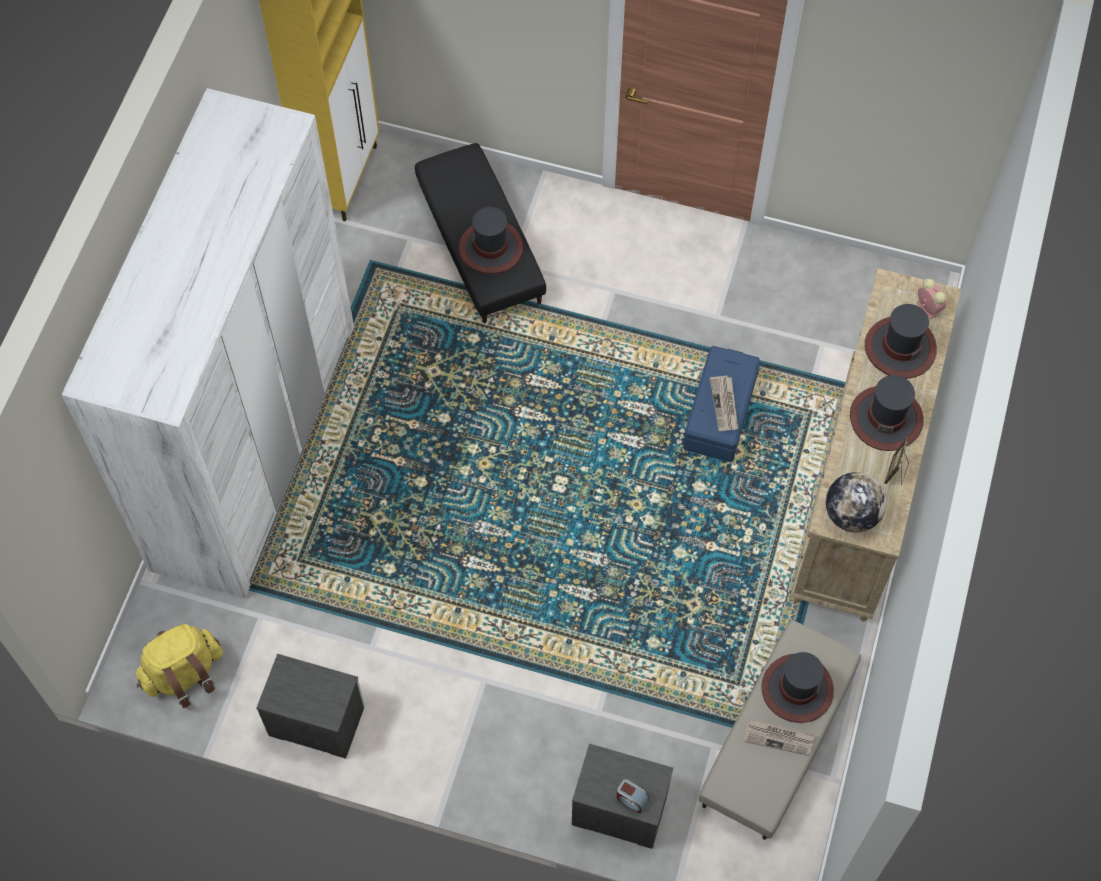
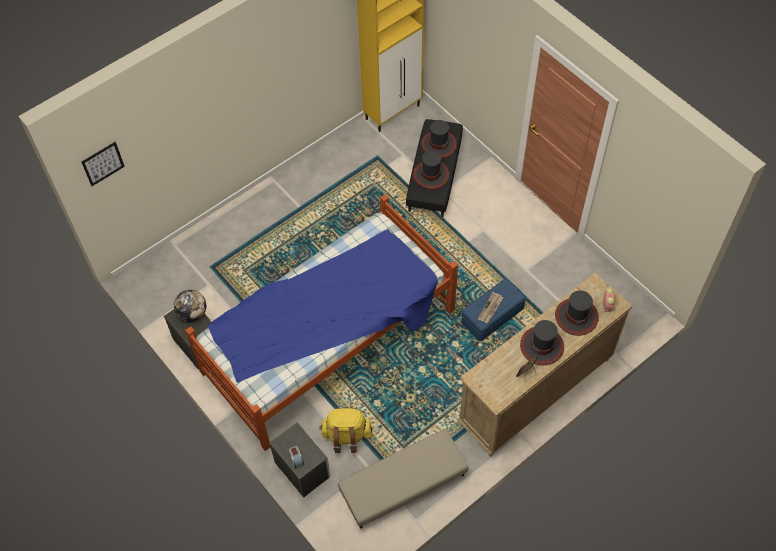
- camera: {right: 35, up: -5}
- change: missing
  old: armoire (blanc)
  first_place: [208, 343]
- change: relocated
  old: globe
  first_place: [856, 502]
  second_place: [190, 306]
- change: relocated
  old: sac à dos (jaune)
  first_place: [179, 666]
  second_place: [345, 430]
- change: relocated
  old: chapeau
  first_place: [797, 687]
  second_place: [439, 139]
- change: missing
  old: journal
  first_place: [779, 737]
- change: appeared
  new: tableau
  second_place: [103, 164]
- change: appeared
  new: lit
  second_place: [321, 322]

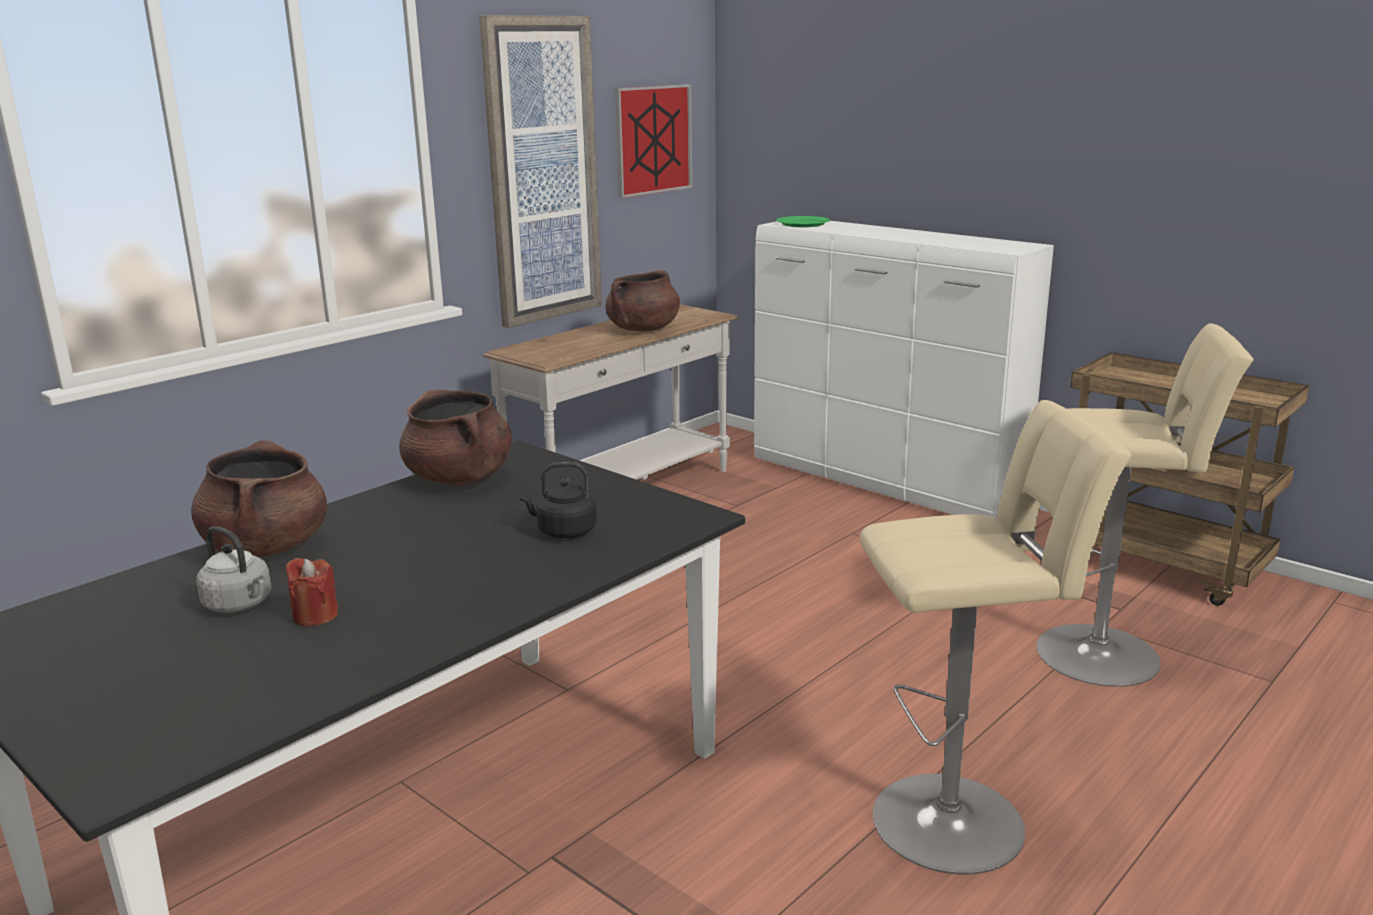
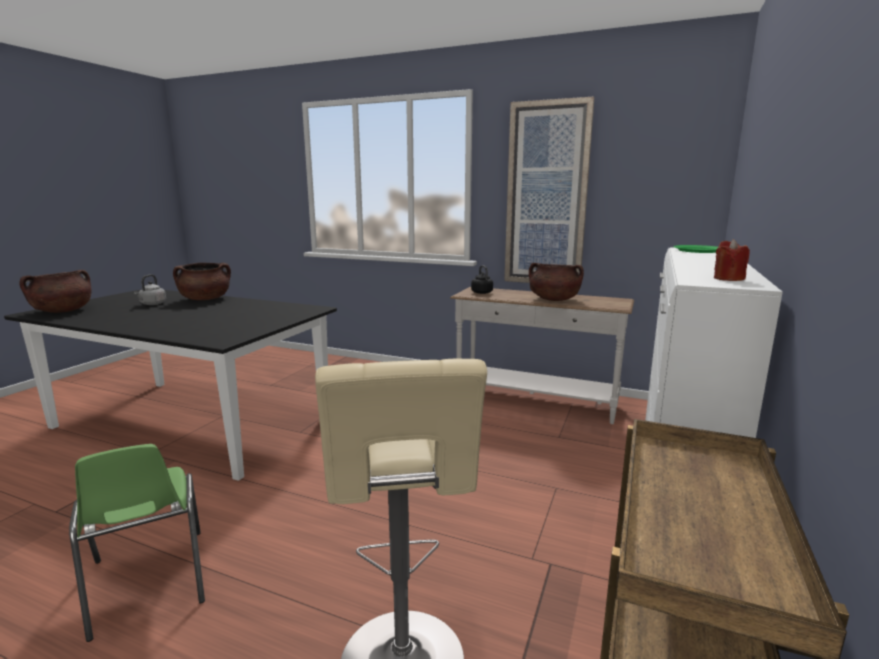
- camera: {right: 70, up: -5}
- change: missing
  old: tableau
  first_place: [653, 141]
- change: relocated
  old: marmite (marron)
  first_place: [455, 438]
  second_place: [55, 291]
- change: exchanged
  old: tabouret (beige)
  new: chaise (vert)
  first_place: [996, 637]
  second_place: [137, 543]
- change: relocated
  old: bouilloire (noir)
  first_place: [558, 500]
  second_place: [482, 279]
- change: relocated
  old: bougie (rouge)
  first_place: [311, 592]
  second_place: [732, 260]

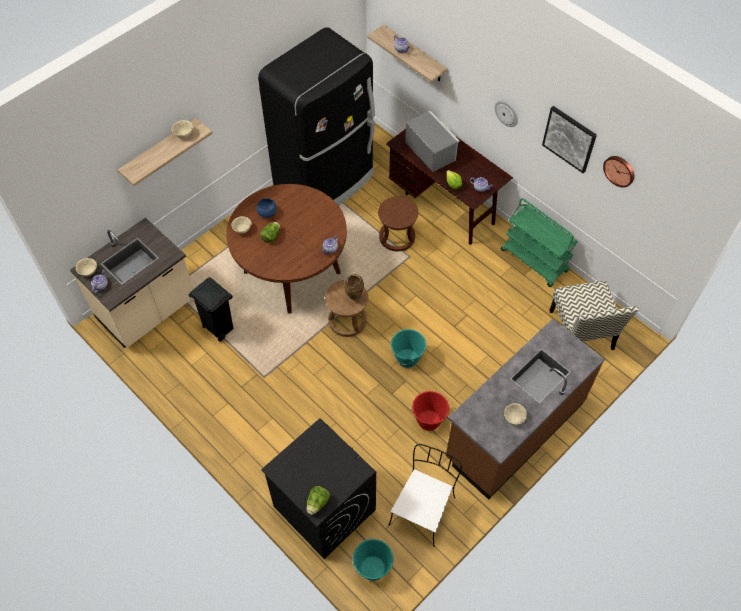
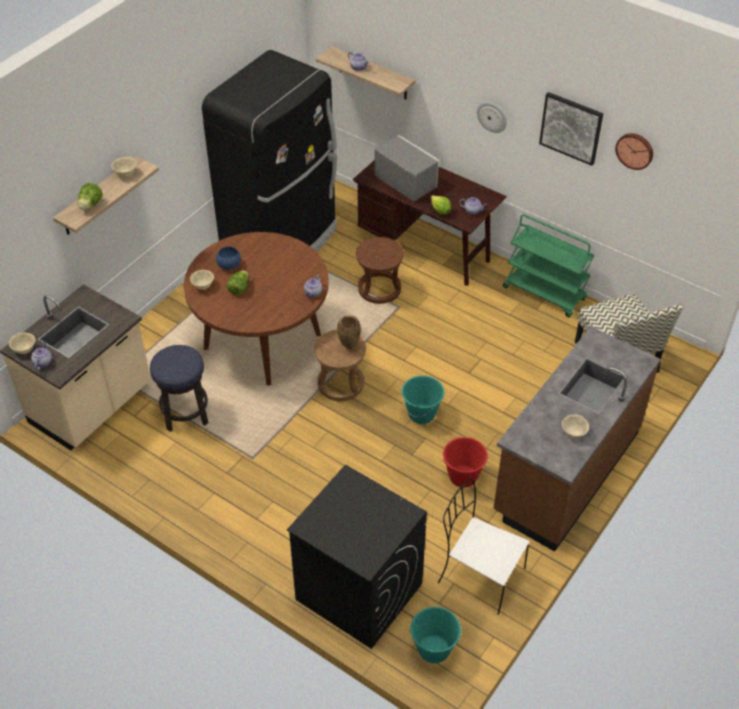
- camera: {right: -10, up: -10}
- change: exchanged
  old: poubelle (noir)
  new: tabouret
  first_place: [211, 309]
  second_place: [179, 388]
- change: spun
  old: chaise (blanc)
  first_place: [425, 495]
  second_place: [484, 547]
  degrees: -75
- change: relocated
  old: laitue
  first_place: [318, 500]
  second_place: [90, 196]

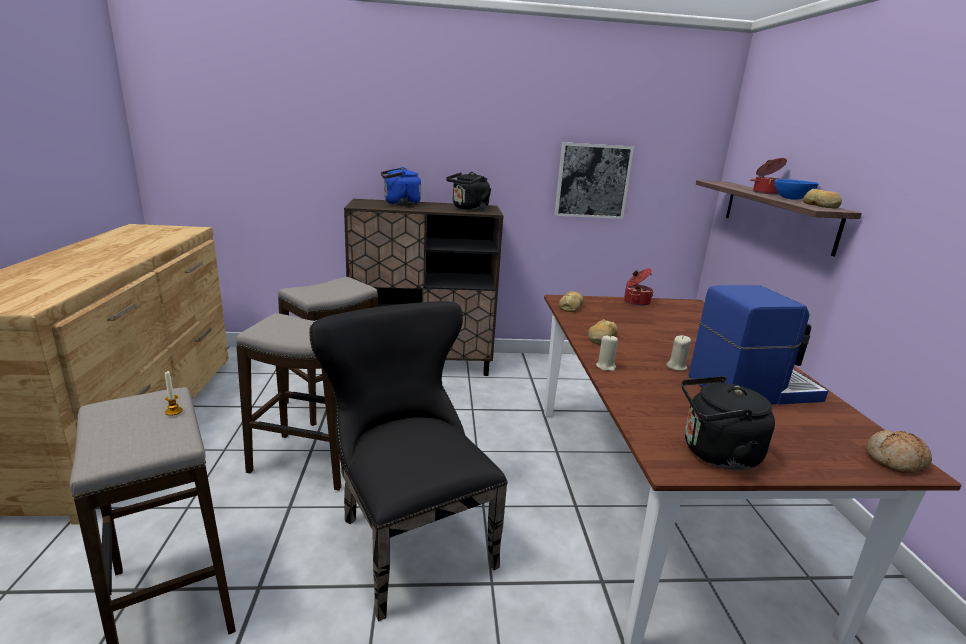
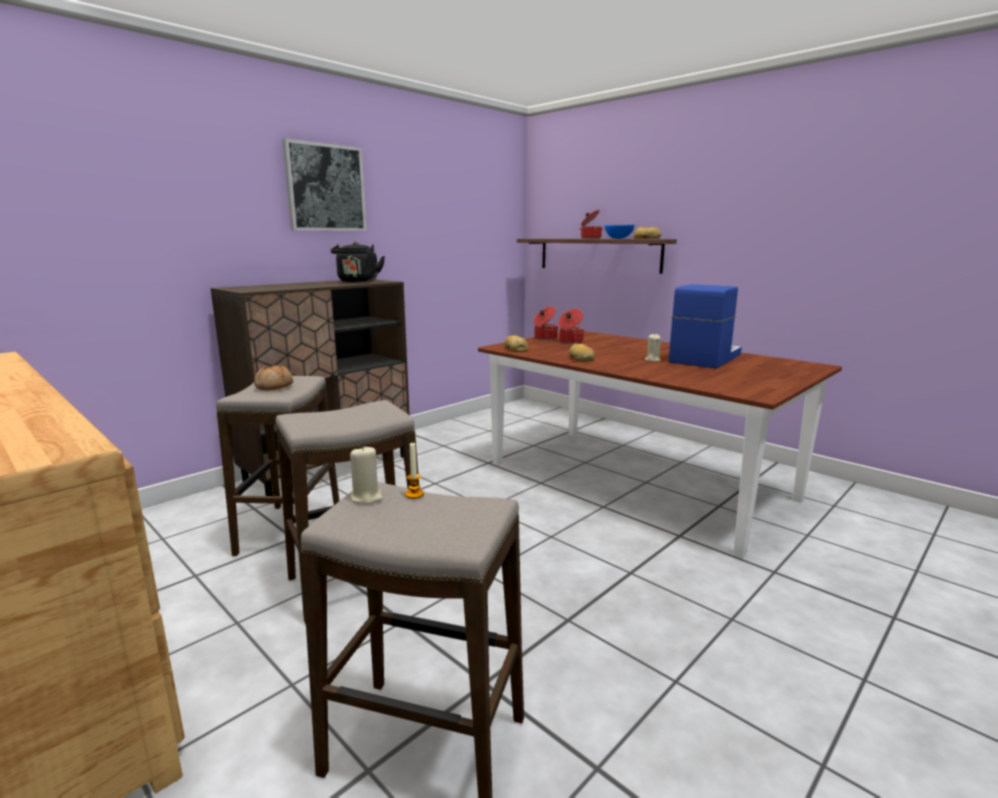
- camera: {right: -40, up: -5}
- change: relocated
  old: tableau
  first_place: [594, 180]
  second_place: [324, 184]
- change: missing
  old: bouilloire (bleu)
  first_place: [401, 186]
- change: missing
  old: chaise (noir)
  first_place: [408, 461]
- change: relocated
  old: bougie (beige)
  first_place: [607, 353]
  second_place: [366, 474]
- change: missing
  old: bouilloire (noir)
  first_place: [728, 423]
- change: relocated
  old: pain
  first_place: [899, 451]
  second_place: [273, 377]
- change: appeared
  new: marmite
  second_place: [571, 326]

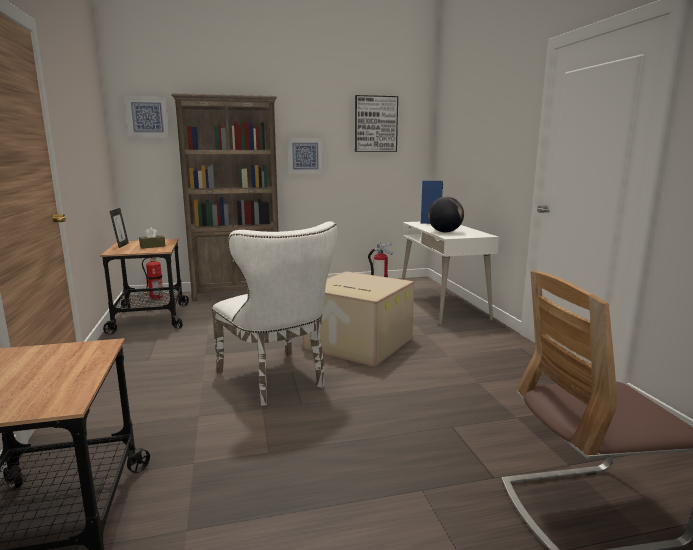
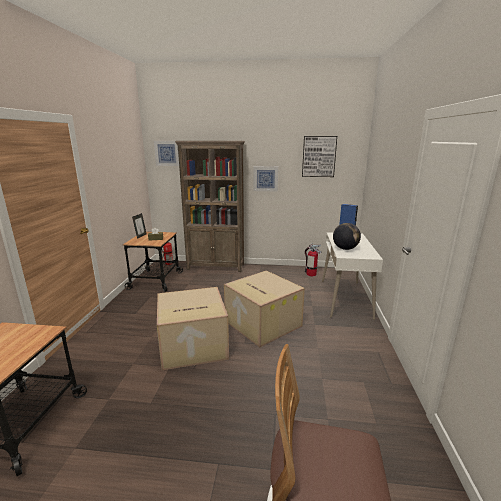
- camera: {right: 20, up: 5}
- change: exchanged
  old: chaise (blanc)
  new: carton
  first_place: [274, 313]
  second_place: [193, 328]

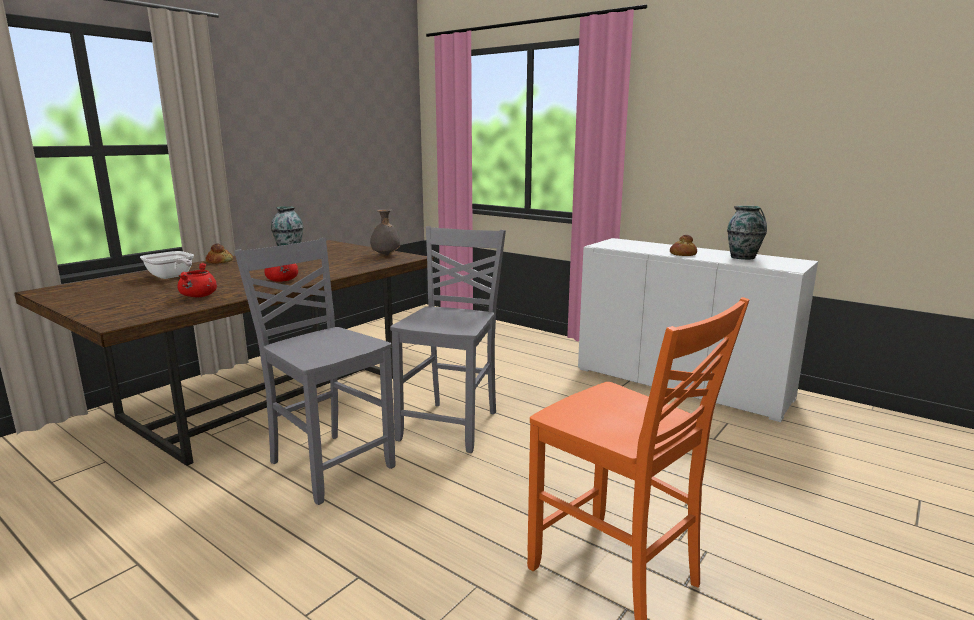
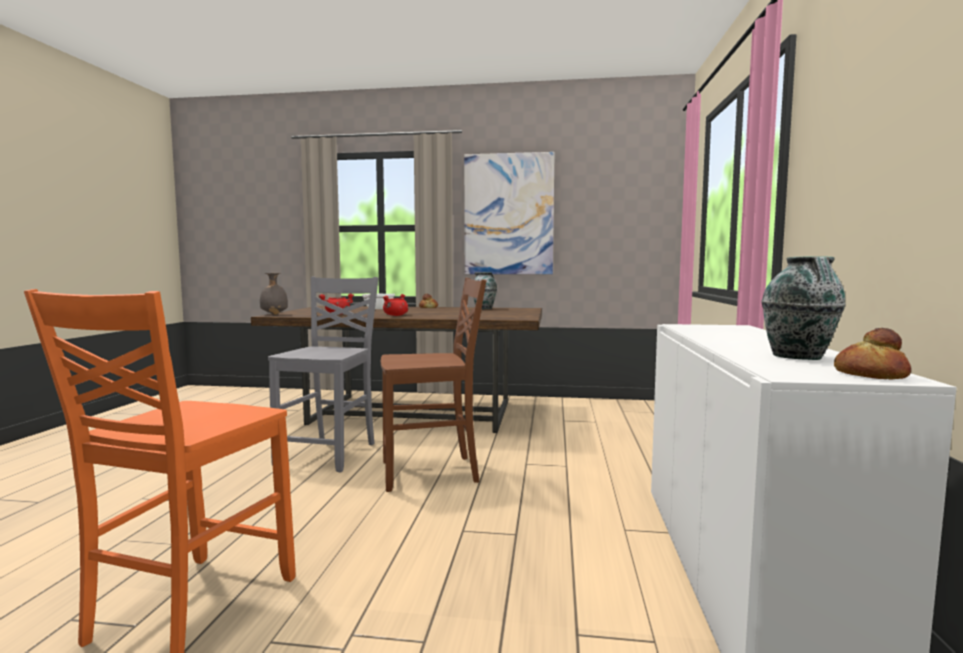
- camera: {right: 60, up: -10}
- change: relocated
  old: vase (gris)
  first_place: [385, 232]
  second_place: [274, 294]
- change: colour
  old: chaise (gris)
  new: chaise (marron)
  first_place: [448, 339]
  second_place: [433, 385]
- change: relocated
  old: pain
  first_place: [683, 245]
  second_place: [872, 353]
- change: appeared
  new: tableau
  second_place: [509, 213]

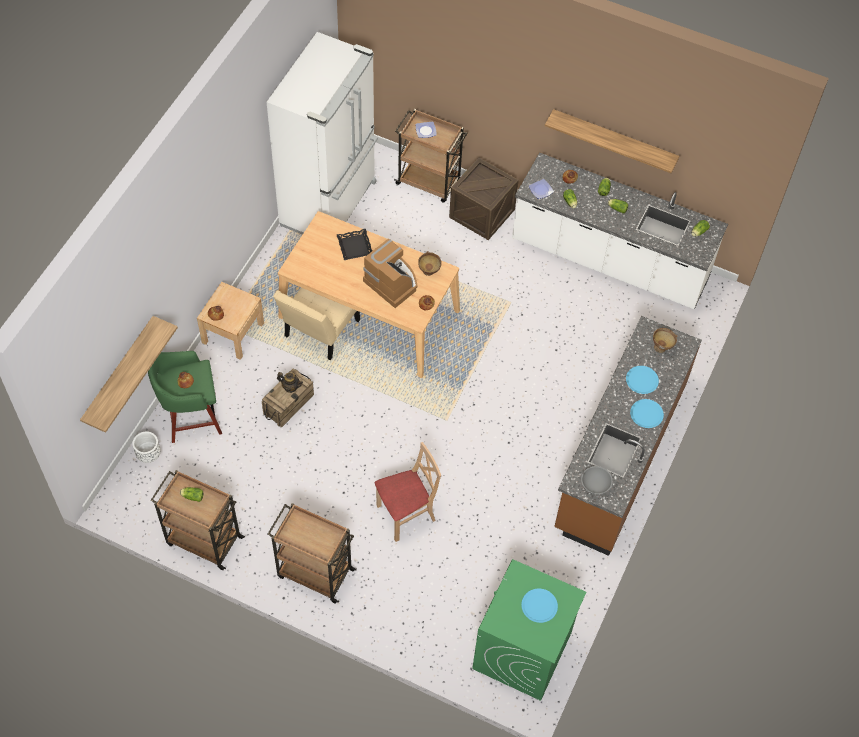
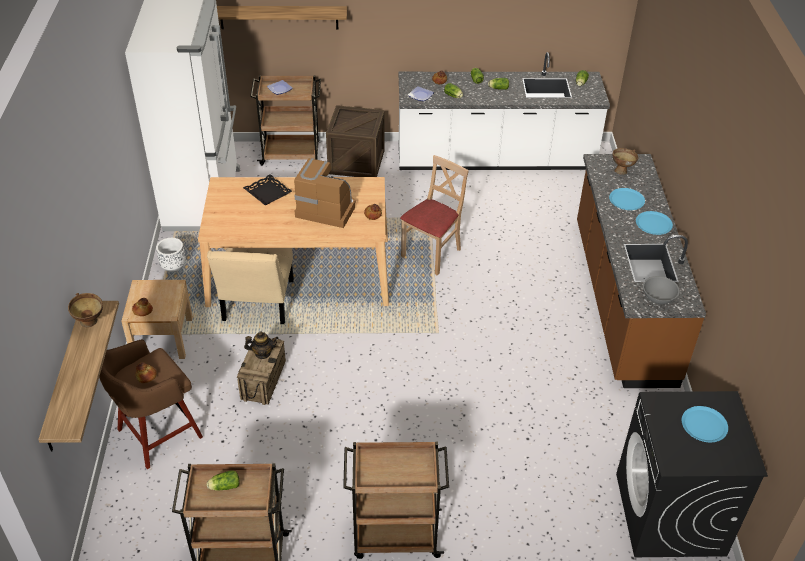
- camera: {right: -25, up: -15}
- change: relocated
  old: étagère
  first_place: [612, 141]
  second_place: [282, 17]
- change: relocated
  old: bol (marron)
  first_place: [430, 263]
  second_place: [85, 310]
- change: colour
  old: tabouret (vert)
  new: tabouret (marron)
  first_place: [185, 397]
  second_place: [151, 404]
- change: relocated
  old: cache-pot (blanc)
  first_place: [146, 447]
  second_place: [171, 255]
- change: relocated
  old: chaise (beige)
  first_place: [408, 492]
  second_place: [434, 215]
- change: colour
  old: lave-linge (vert)
  new: lave-linge (noir)
  first_place: [529, 630]
  second_place: [692, 474]

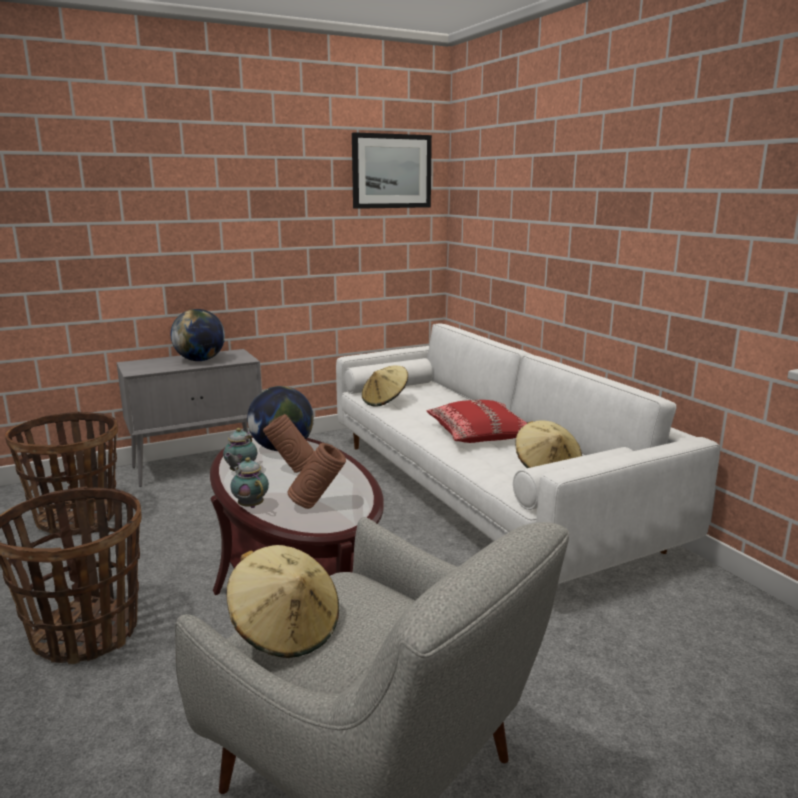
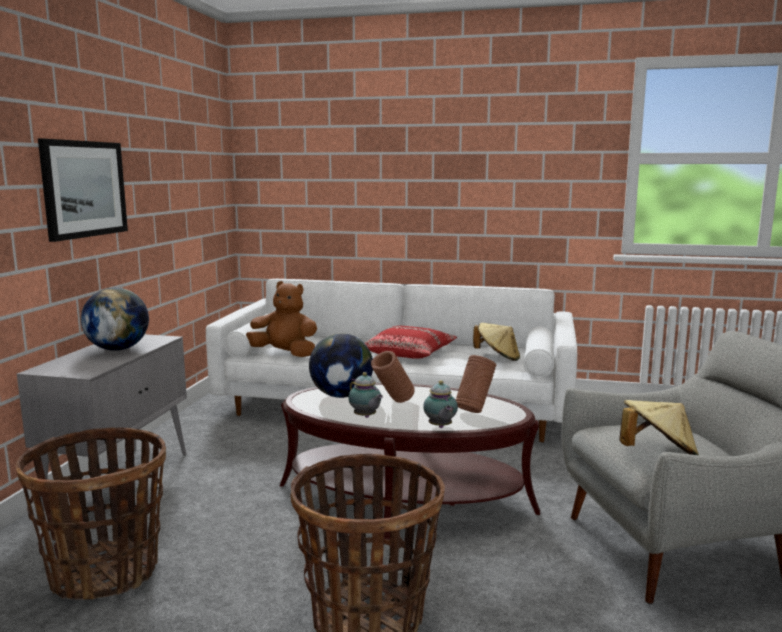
- camera: {right: -50, up: -5}
- change: relocated
  old: tableau
  first_place: [392, 170]
  second_place: [83, 190]
- change: exchanged
  old: chapeau (beige)
  new: peluche (marron)
  first_place: [385, 386]
  second_place: [281, 319]
- change: spun
  old: théière
  first_place: [249, 482]
  second_place: [440, 404]
  degrees: -105

